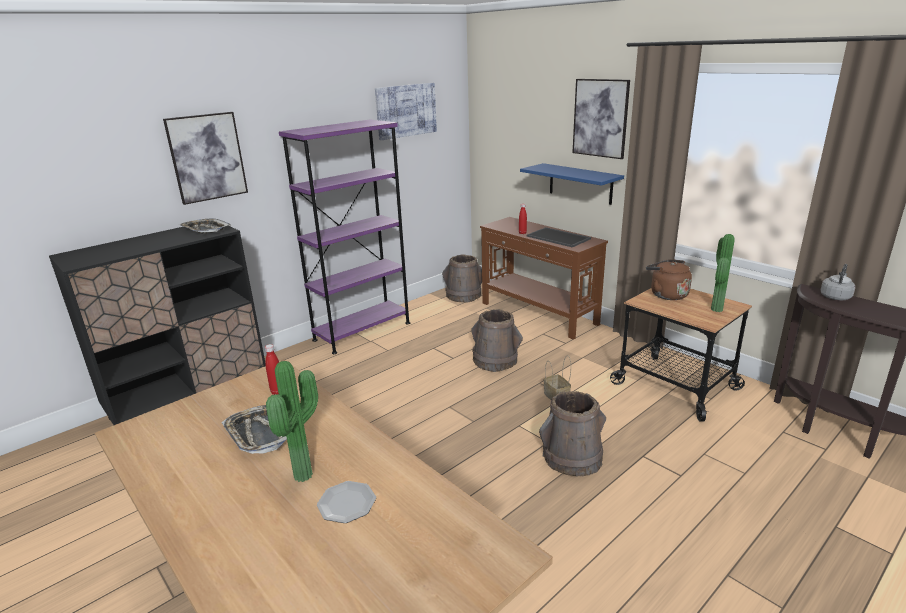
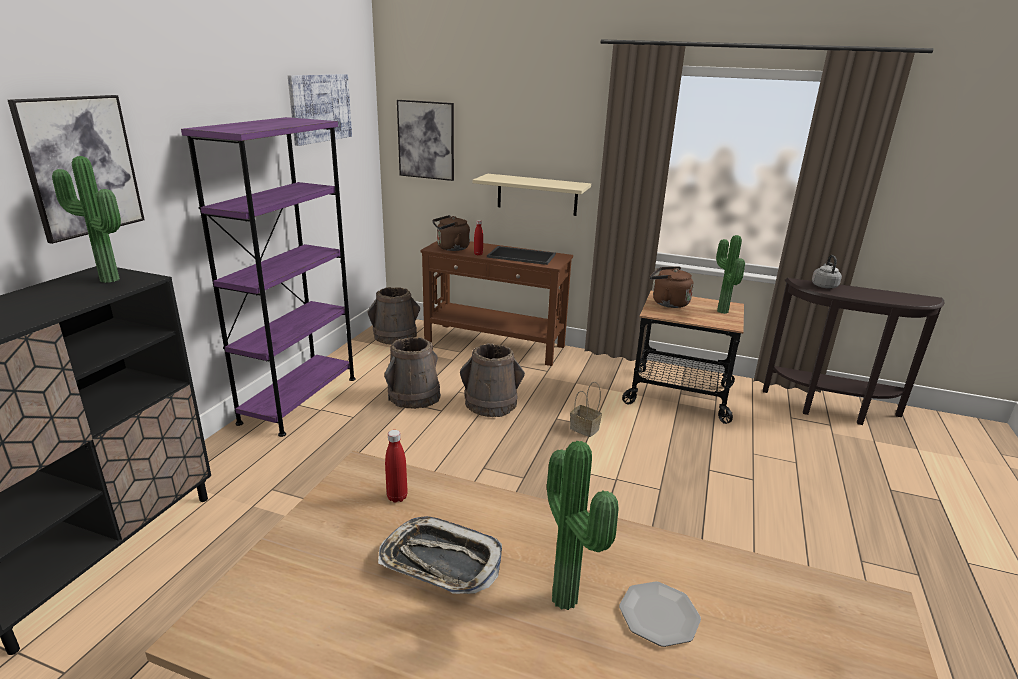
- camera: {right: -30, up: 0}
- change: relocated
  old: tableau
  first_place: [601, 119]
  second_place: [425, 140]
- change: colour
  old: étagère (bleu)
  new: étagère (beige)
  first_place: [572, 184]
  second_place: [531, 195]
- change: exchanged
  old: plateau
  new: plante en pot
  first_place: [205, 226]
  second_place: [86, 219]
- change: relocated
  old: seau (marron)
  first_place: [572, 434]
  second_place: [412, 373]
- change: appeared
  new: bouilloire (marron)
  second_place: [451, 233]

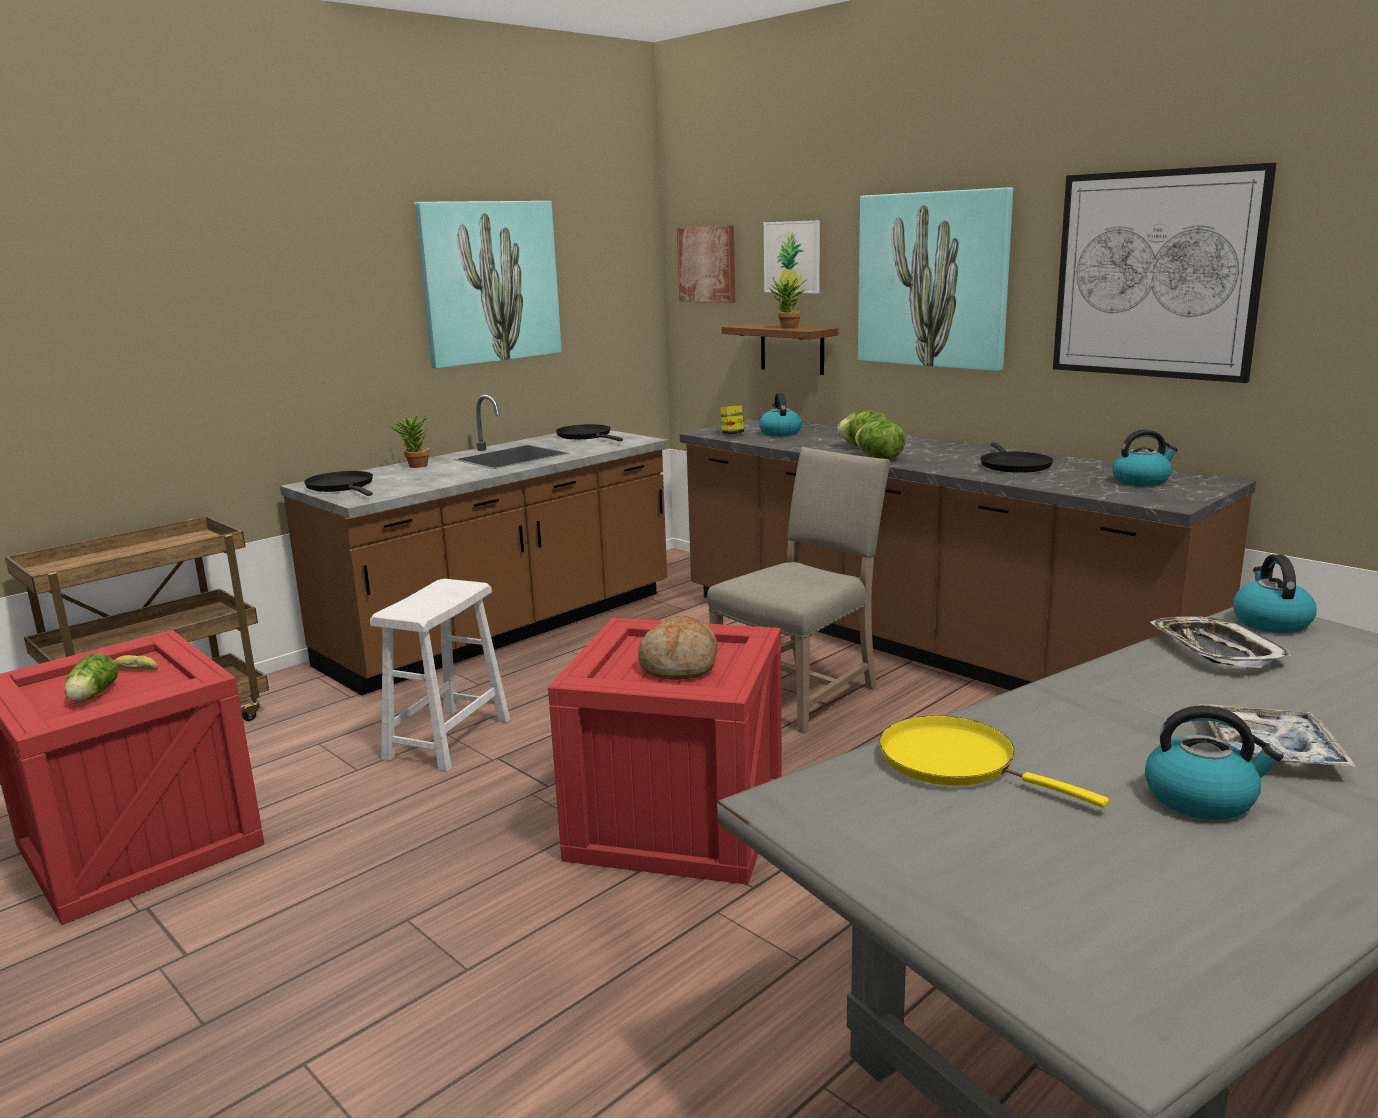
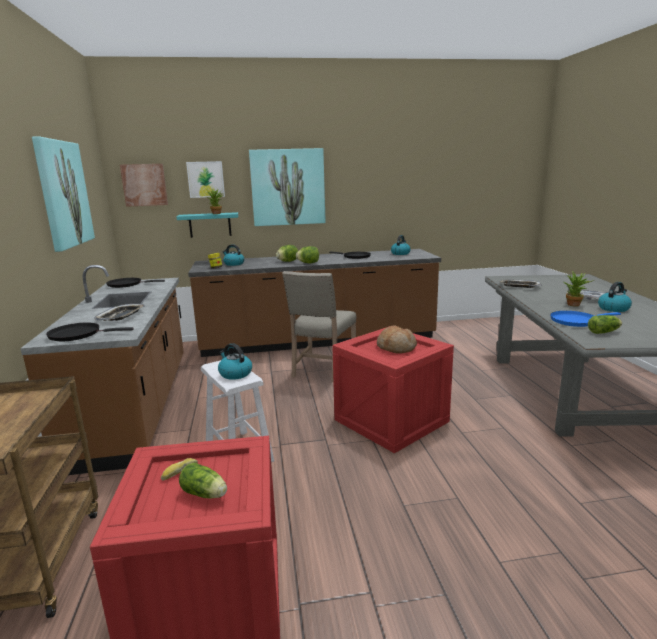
- camera: {right: -55, up: 0}
- change: missing
  old: tableau
  first_place: [1164, 273]
- change: colour
  old: étagère (marron)
  new: étagère (turquoise)
  first_place: [780, 349]
  second_place: [207, 225]
- change: relocated
  old: plante en pot
  first_place: [409, 440]
  second_place: [579, 289]
- change: spun
  old: chaise (beige)
  first_place: [799, 590]
  second_place: [319, 326]
  degrees: -150
- change: relocated
  old: bouilloire
  first_place: [1275, 593]
  second_place: [235, 361]
- change: colour
  old: poêle (jaune)
  new: poêle (bleu)
  first_place: [994, 761]
  second_place: [585, 319]
- change: appeared
  new: plateau
  second_place: [119, 312]
- change: appeared
  new: laitue
  second_place: [605, 324]

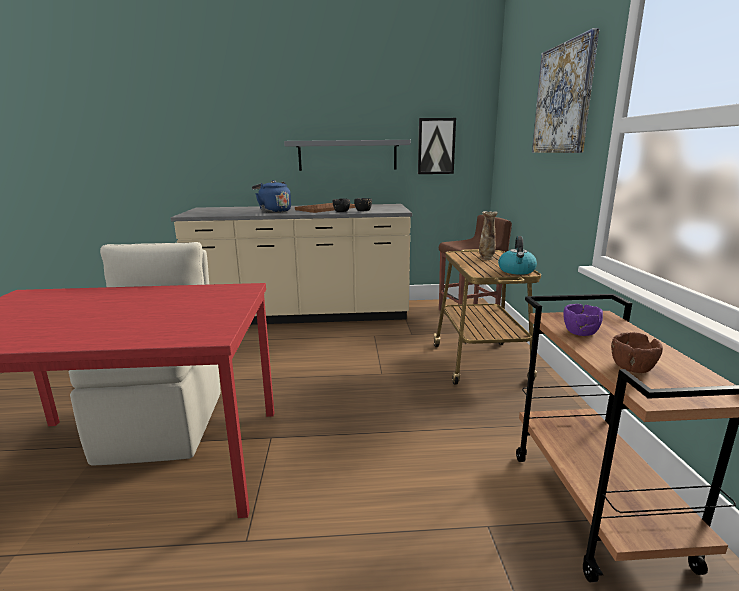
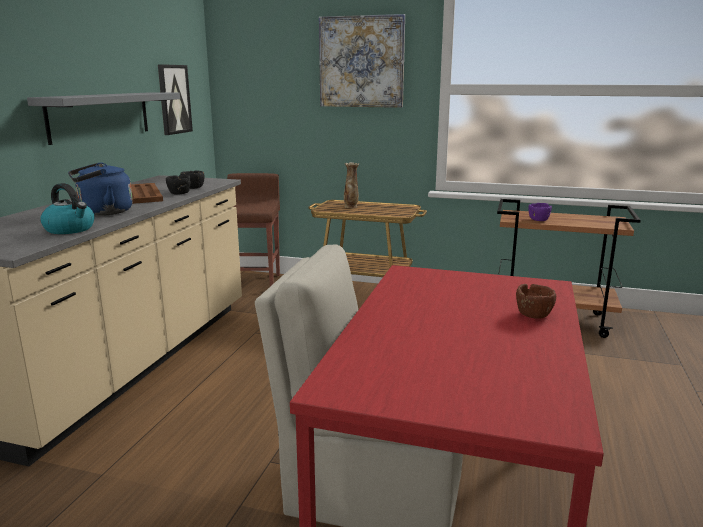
- camera: {right: -70, up: 0}
- change: relocated
  old: bouilloire
  first_place: [517, 255]
  second_place: [67, 208]
- change: relocated
  old: bol (marron)
  first_place: [637, 352]
  second_place: [536, 301]

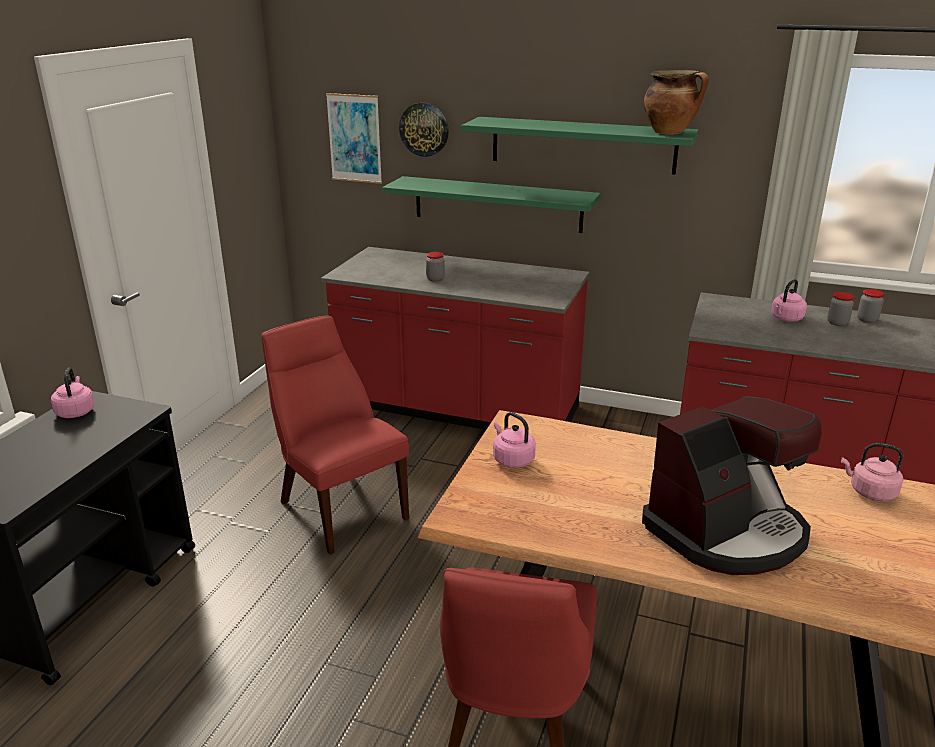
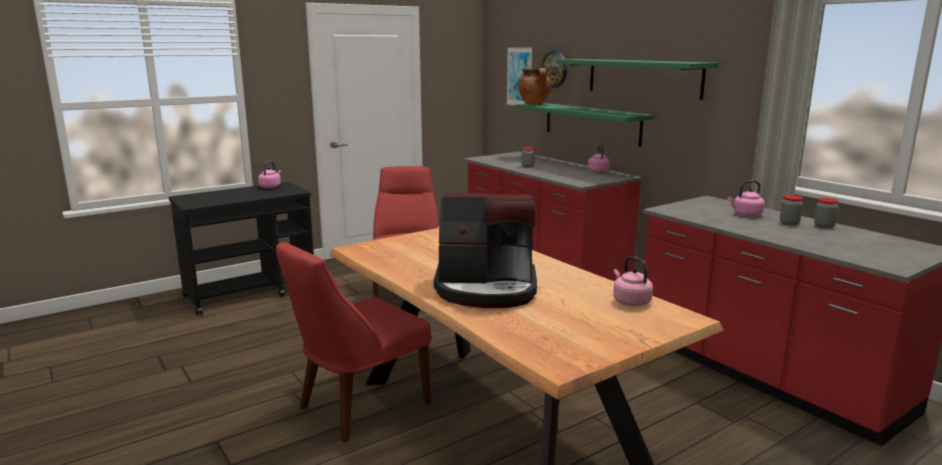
- camera: {right: 35, up: -10}
- change: relocated
  old: marmite
  first_place: [676, 102]
  second_place: [534, 86]
- change: relocated
  old: bouilloire (rose)
  first_place: [514, 440]
  second_place: [599, 158]

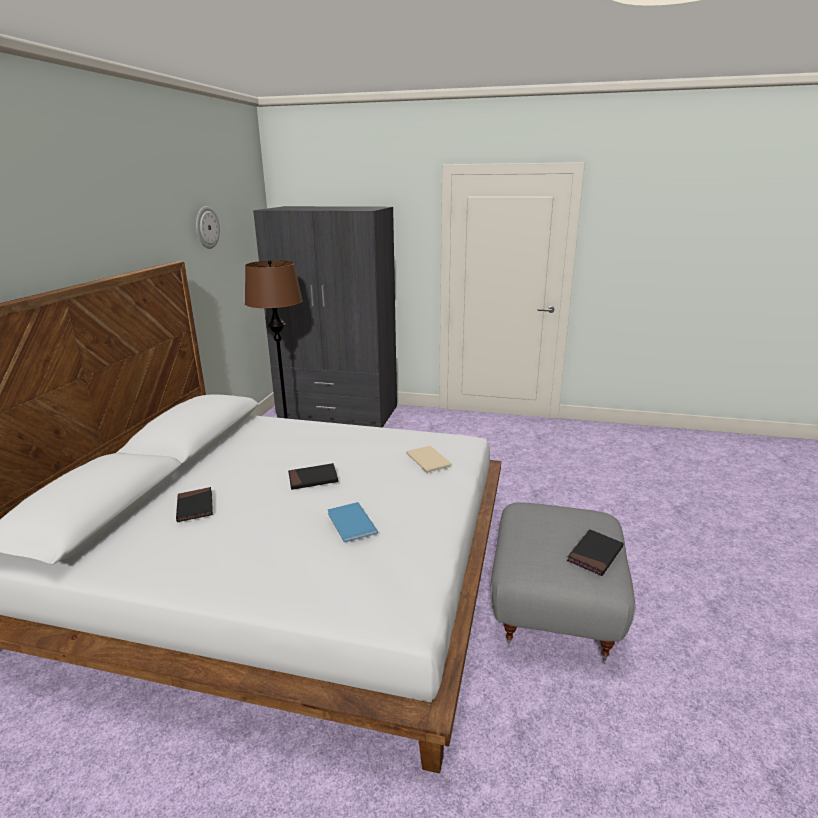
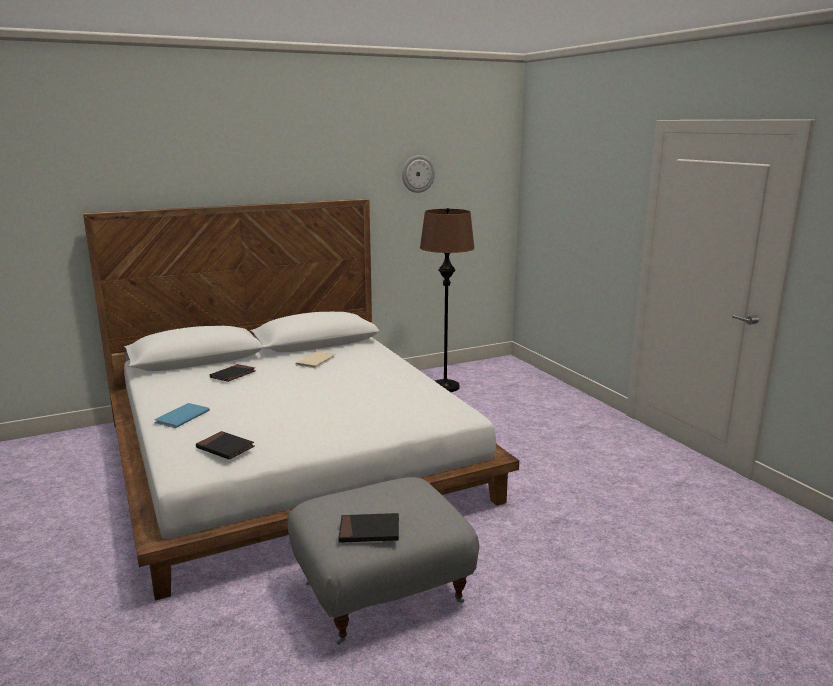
- camera: {right: 50, up: -5}
- change: missing
  old: armoire (gris)
  first_place: [325, 317]
- change: relocated
  old: livre (beige)
  first_place: [429, 459]
  second_place: [315, 360]
- change: relocated
  old: livre (noir)
  first_place: [313, 476]
  second_place: [225, 445]
- change: relocated
  old: livre (bleu)
  first_place: [352, 522]
  second_place: [182, 415]

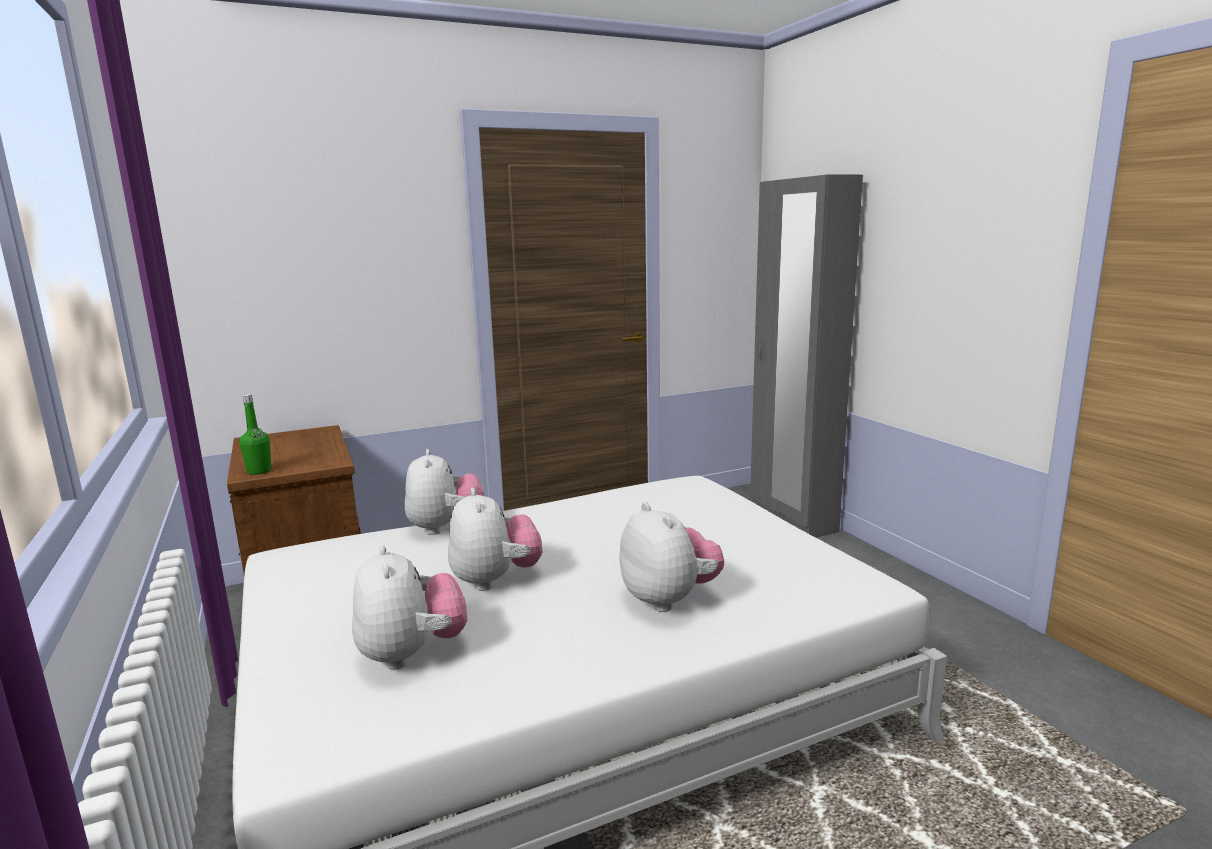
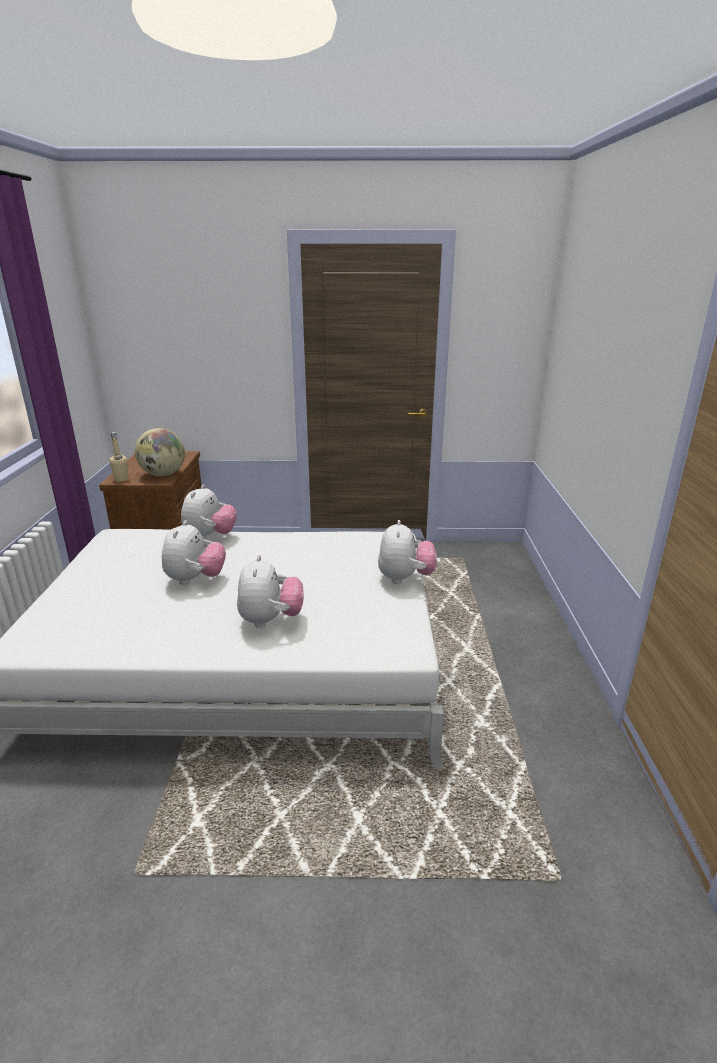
- camera: {right: 25, up: 10}
- change: missing
  old: armoire (gris)
  first_place: [806, 356]
- change: colour
  old: bouteille (vert)
  new: bouteille (beige)
  first_place: [255, 434]
  second_place: [119, 457]
- change: relocated
  old: peluche
  first_place: [409, 607]
  second_place: [407, 552]
- change: appeared
  new: globe
  second_place: [160, 452]

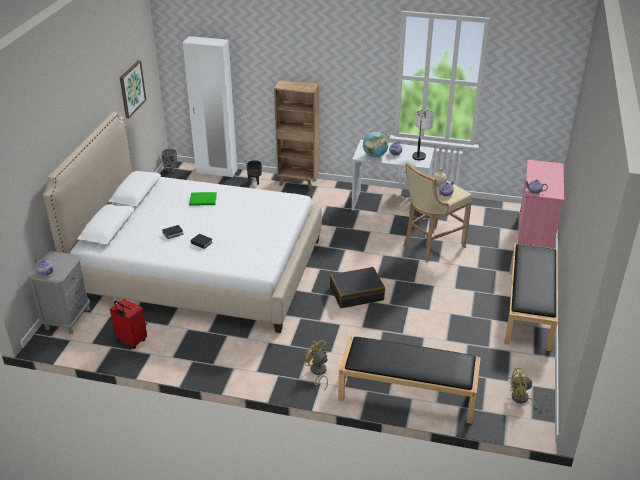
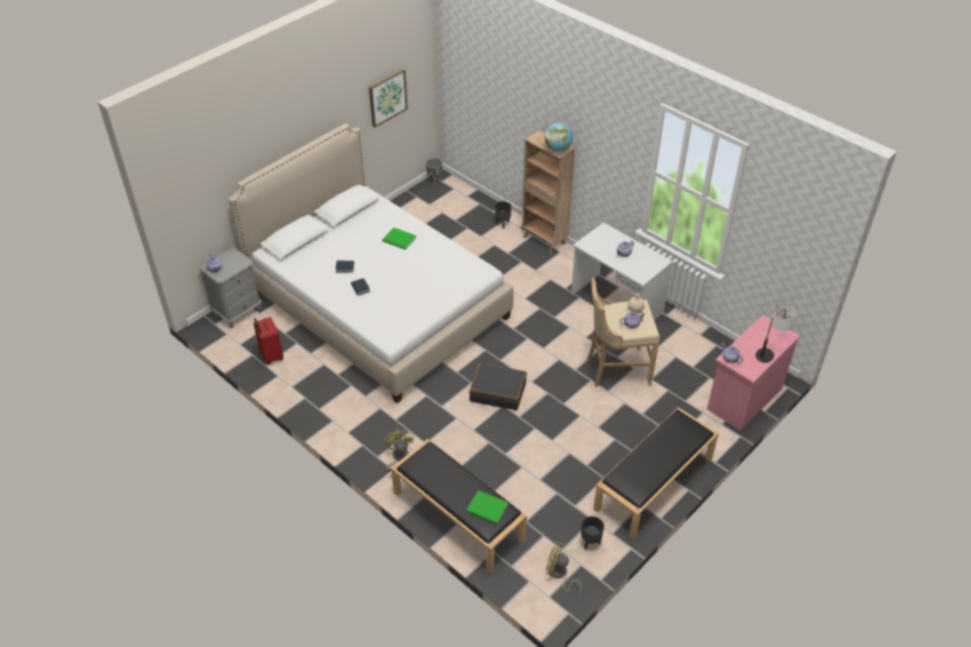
- camera: {right: 30, up: 10}
- change: missing
  old: armoire (blanc)
  first_place: [210, 106]
- change: relocated
  old: lampe de table
  first_place: [423, 135]
  second_place: [776, 333]
- change: relocated
  old: globe
  first_place: [375, 145]
  second_place: [558, 137]
- change: appeared
  new: livre (vert)
  second_place: [487, 507]
- change: appeared
  new: cache-pot (noir)
  second_place: [592, 533]

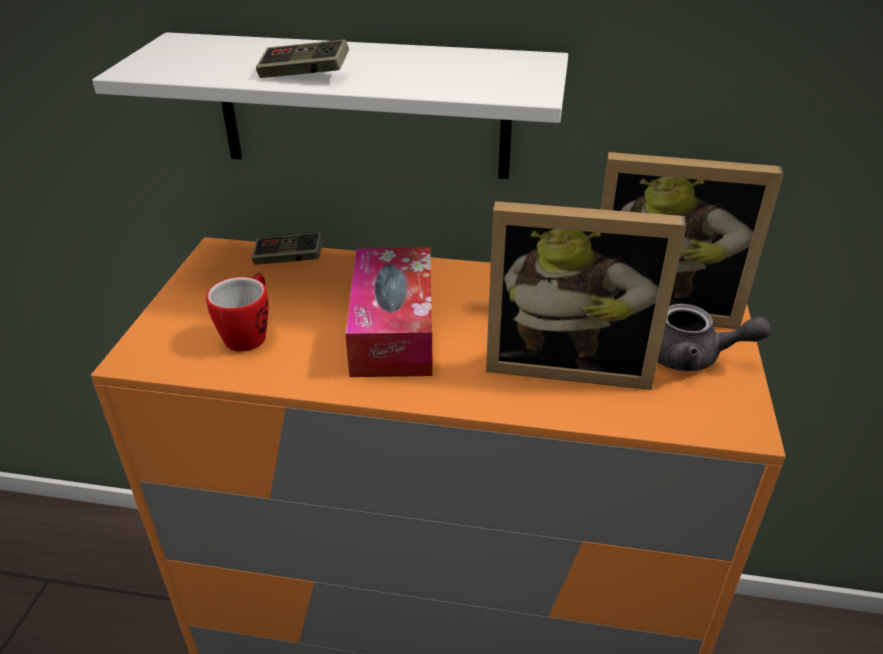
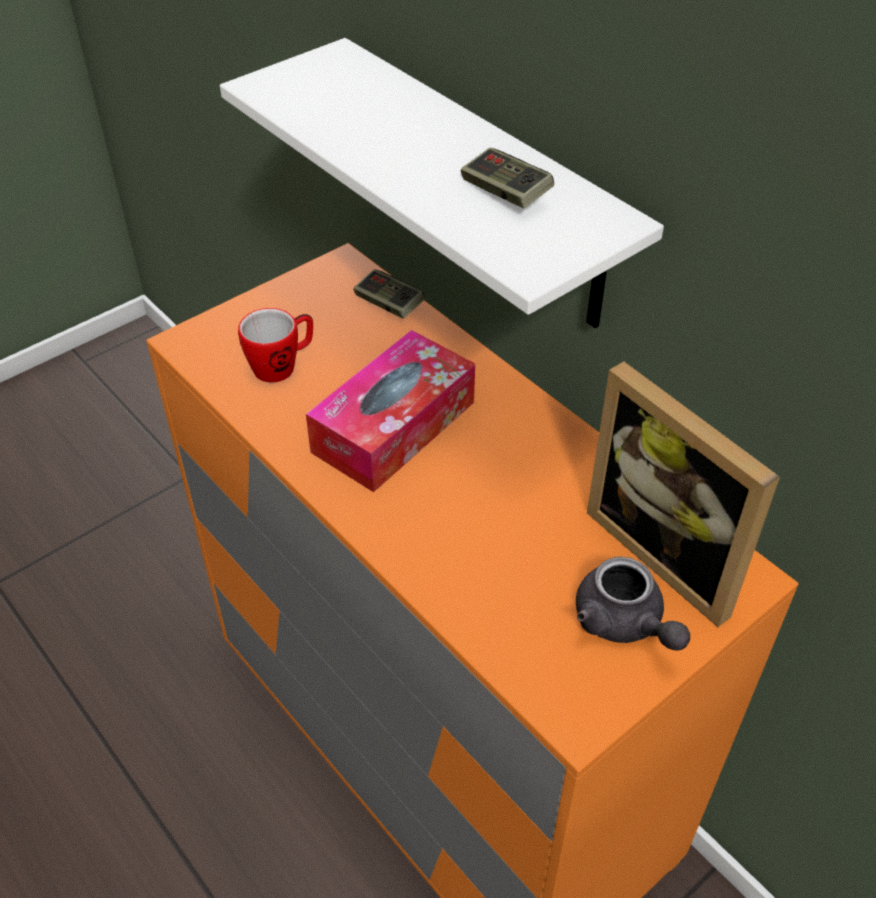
- camera: {right: 40, up: 10}
- change: relocated
  old: manette
  first_place: [302, 58]
  second_place: [507, 178]
- change: missing
  old: cadre photo
  first_place: [586, 295]

